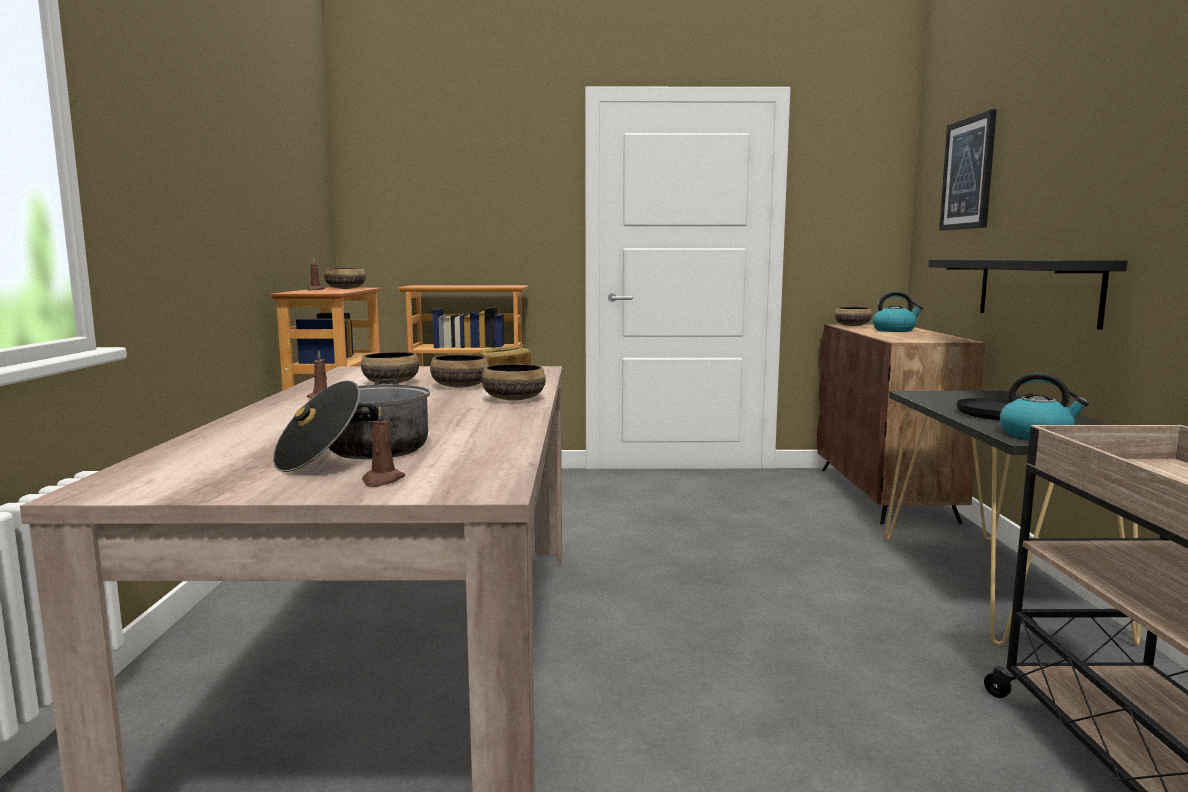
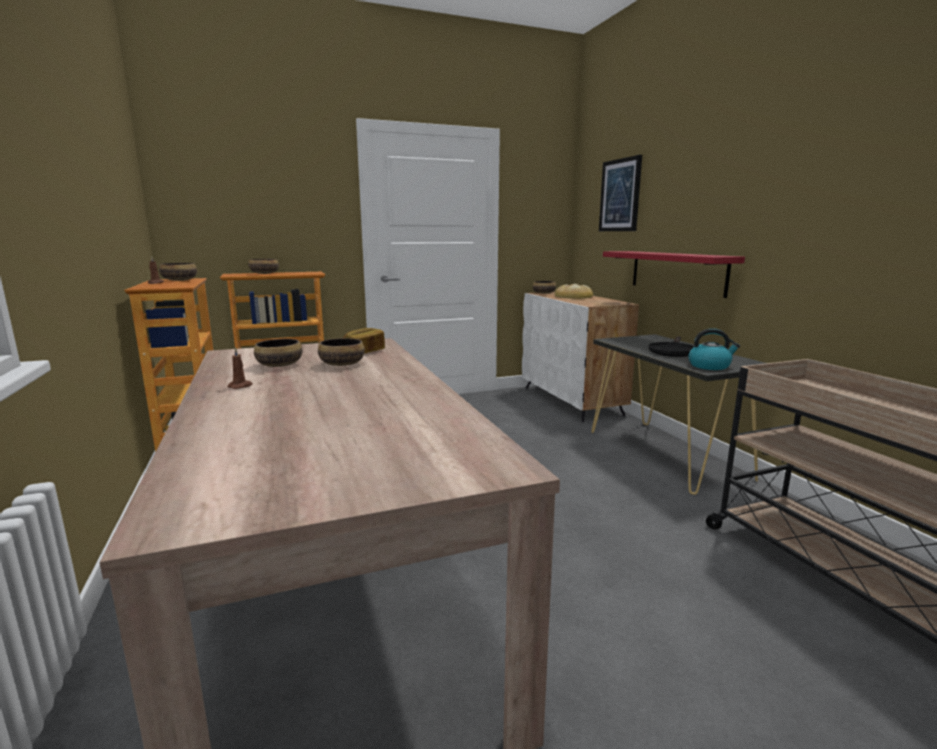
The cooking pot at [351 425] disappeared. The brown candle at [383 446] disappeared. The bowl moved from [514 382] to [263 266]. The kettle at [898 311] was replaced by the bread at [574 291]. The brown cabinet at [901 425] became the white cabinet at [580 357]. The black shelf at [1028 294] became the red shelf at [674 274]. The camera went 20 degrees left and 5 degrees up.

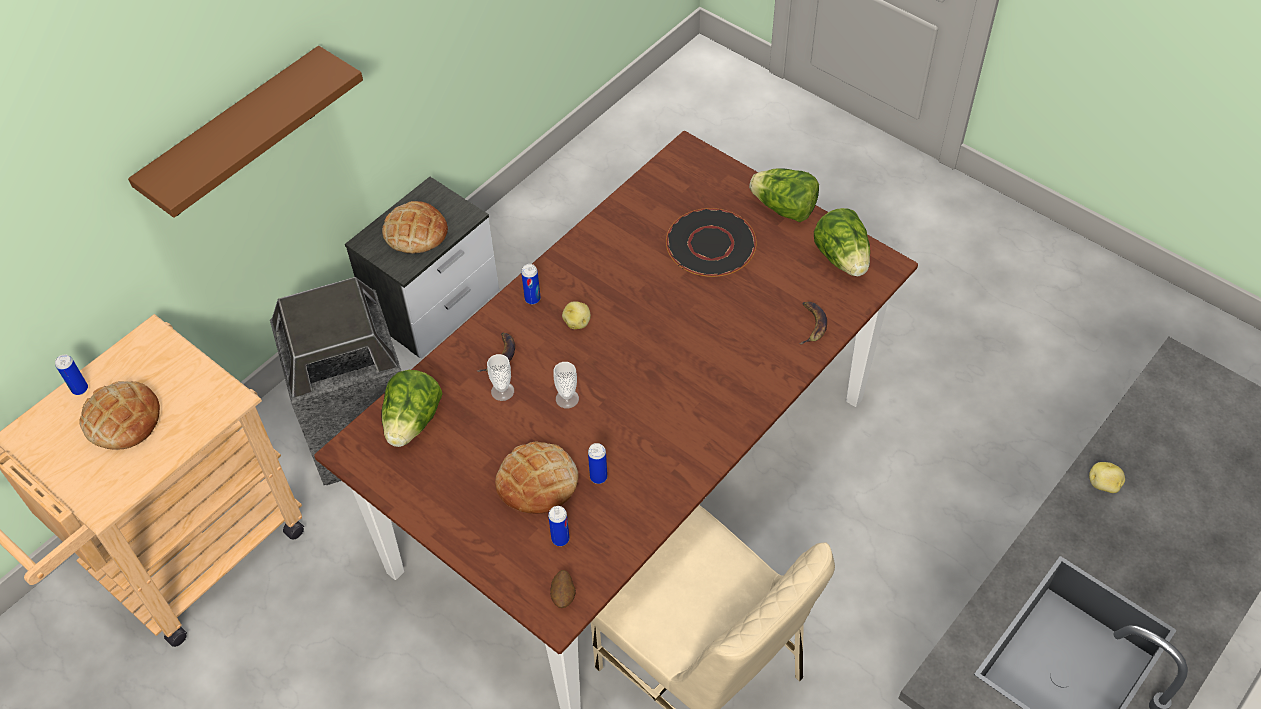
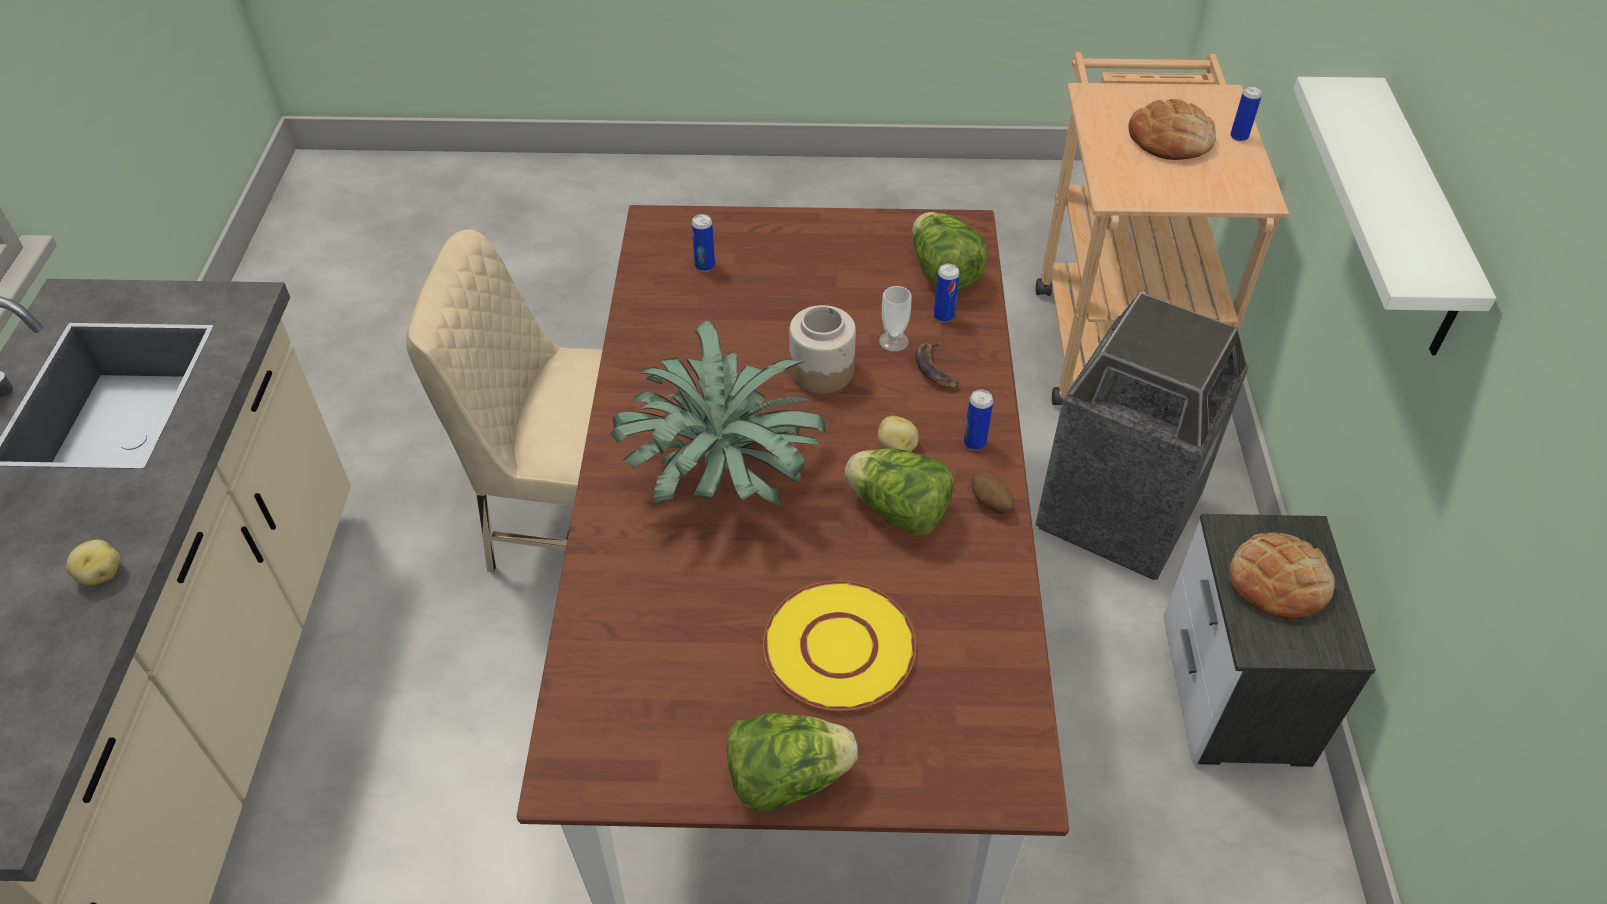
The bread at [536 478] disappeared. The banana at [813 323] disappeared. The potted plant at [718 413] appeared. The potato moved from [563 589] to [992 493]. The can moved from [597 463] to [947 293]. The lettuce moved from [842 242] to [899 492]. The cup at [566 385] was replaced by the jar at [822 349]. The brown shelf at [245 132] became the white shelf at [1394 216]. The black plate at [711 242] became the yellow plate at [839 646]. The camera went 140 degrees right and 5 degrees down.

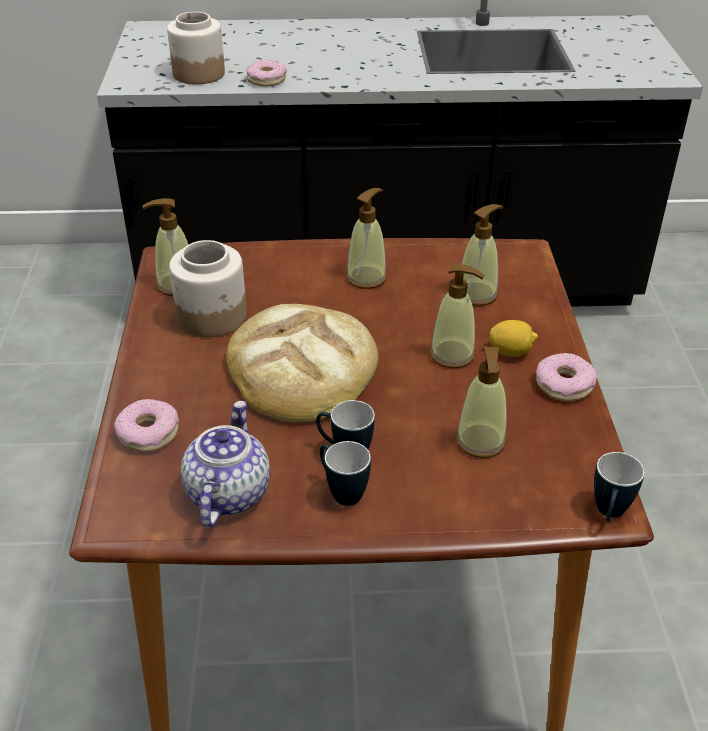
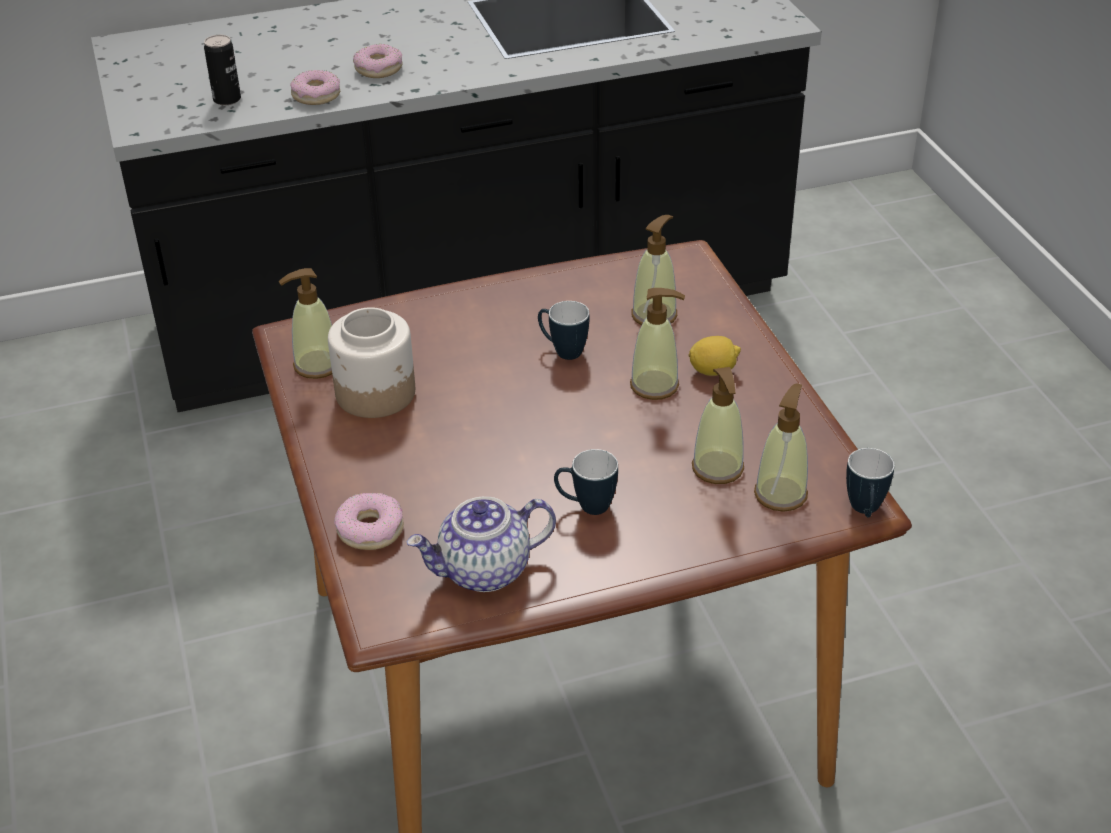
The bread at [302 363] disappeared. The mug moved from [345 473] to [563 330]. The soap dispenser moved from [366 238] to [781 447]. The donut moved from [566 377] to [378 61]. The jar at [196 48] was replaced by the can at [222 70]. The teapot at [225 464] turned 105 degrees counterclockwise. The camera went 15 degrees left and 0 degrees up.

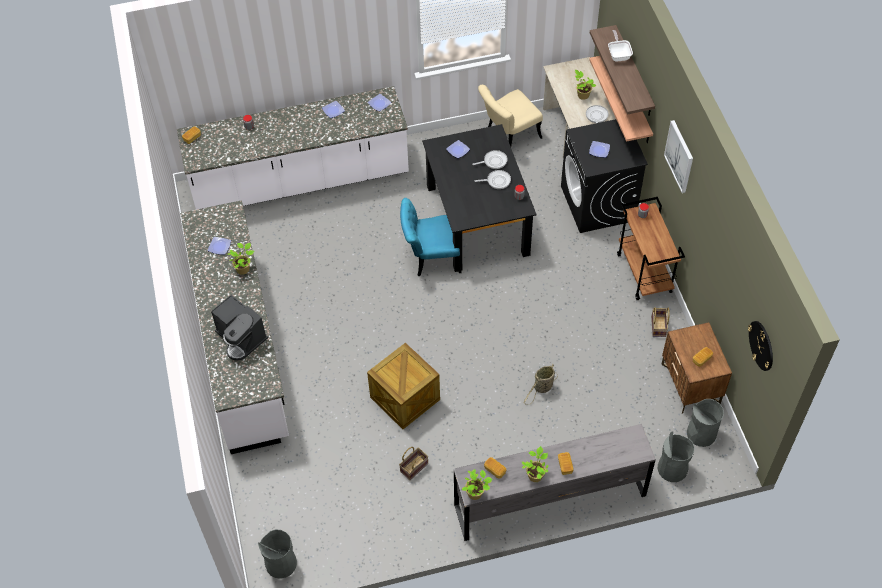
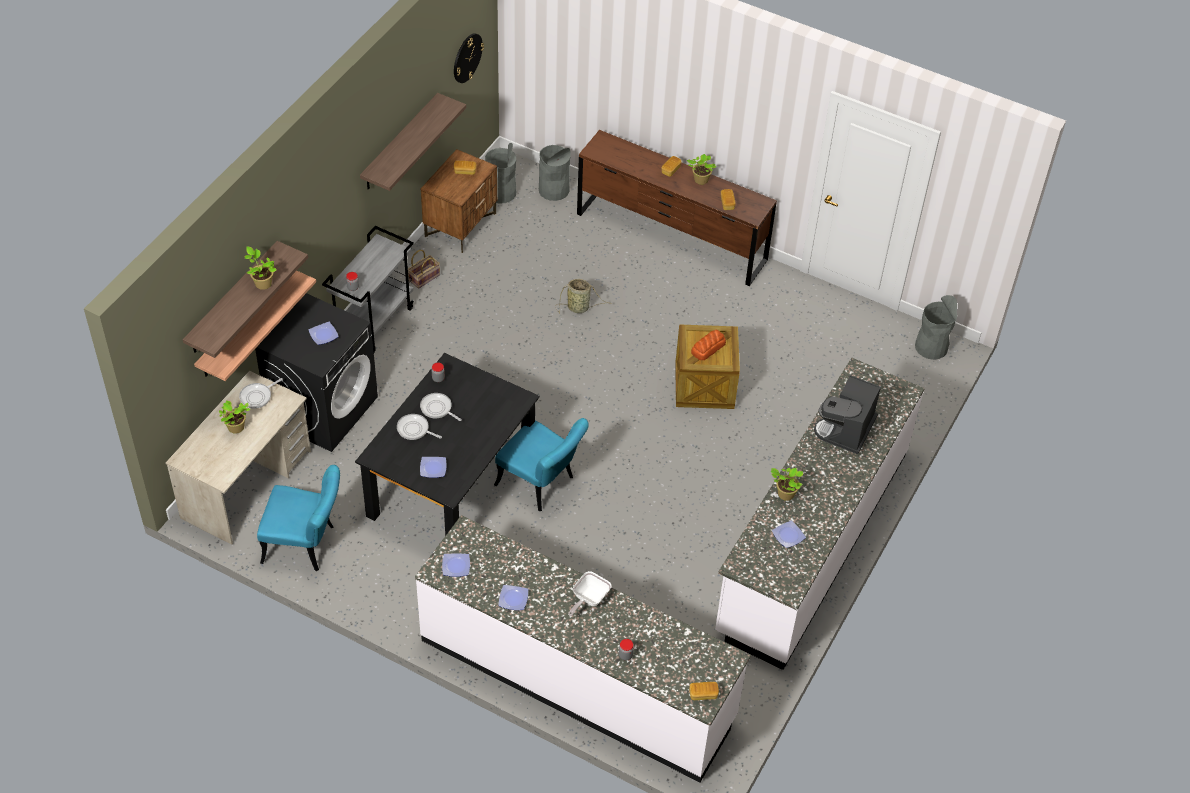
The basket at [413 463] disappeared. The picture at [678 156] disappeared. The shelf at [413 142] appeared. The bread at [708 345] appeared. The potted plant moved from [477 484] to [260 268]. The frying pan moved from [620 46] to [589 593]. The grey dresser at [555 482] became the brown dresser at [677 208]. The beige chair at [510 115] became the turquoise chair at [298 518]. The brown cart at [651 248] became the grey cart at [368 289]. The coffee machine at [239 328] turned 150 degrees counterclockwise. The camera went 140 degrees left and 5 degrees down.

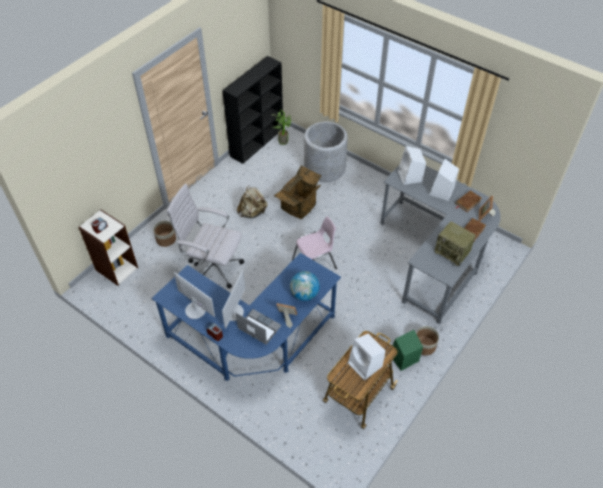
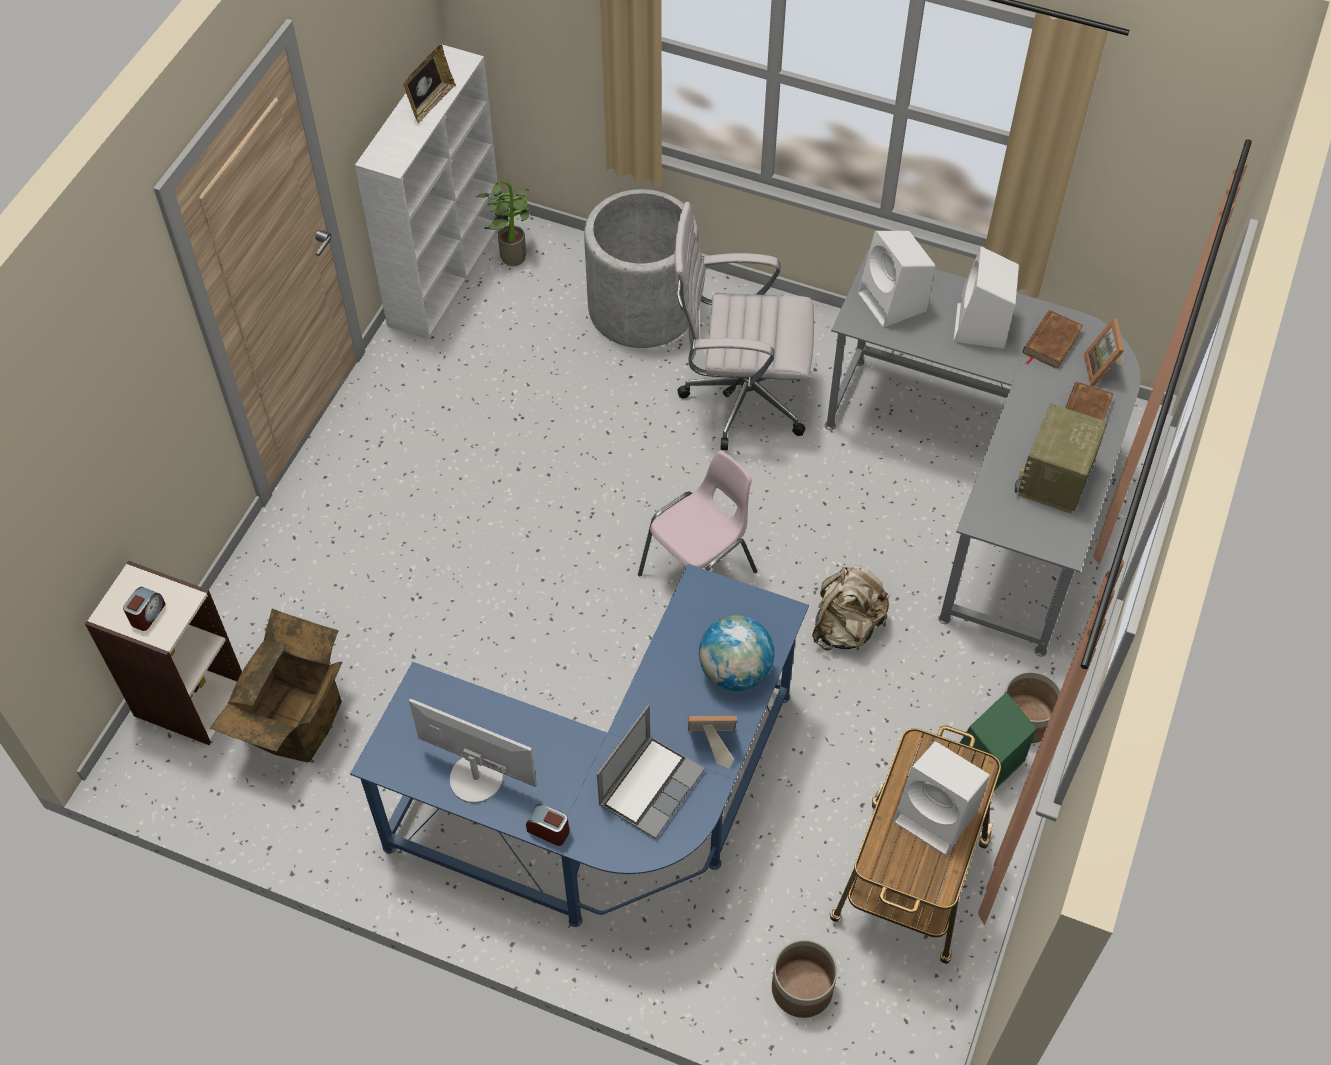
The monitor at [233 299] disappeared. The picture frame at [429 84] appeared. The planter moved from [164 234] to [804 979]. The white office chair moved from [205 236] to [744 326]. The beige backpack moved from [252 202] to [851 608]. The cardboard box moved from [298 192] to [276 686]. The black bookcase at [252 110] became the white bookcase at [427 192]. The laptop at [259 327] turned 105 degrees clockwise. The radio at [455 243] turned 90 degrees clockwise. The camera went 15 degrees left and 5 degrees up.

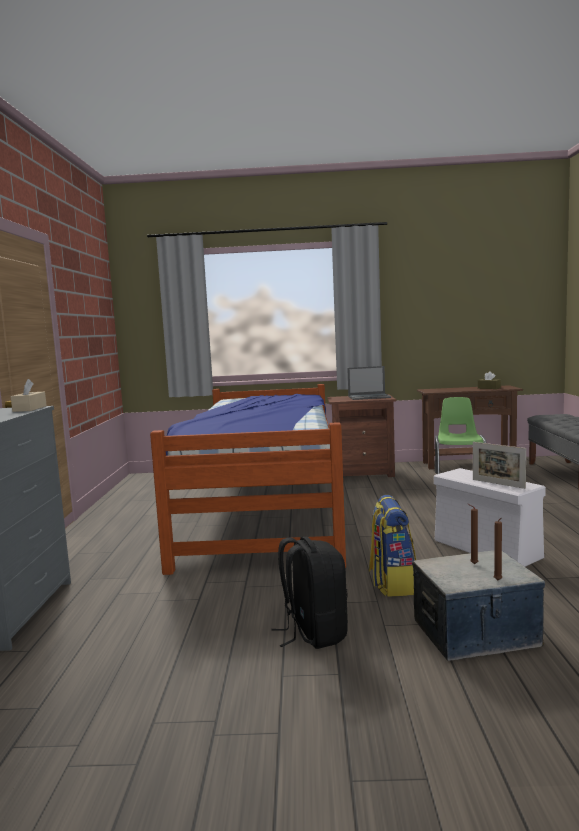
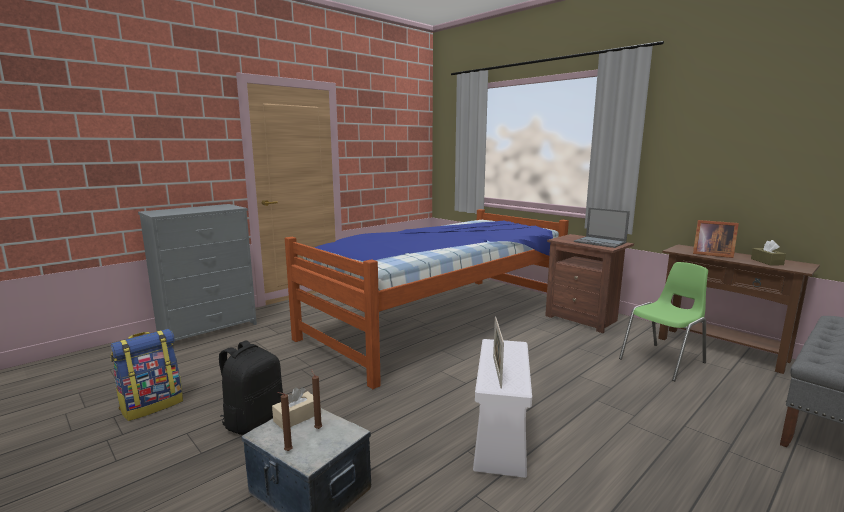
The picture frame at [716 239] appeared. The beige tissue box moved from [29 395] to [293 408]. The backpack moved from [392 546] to [146 375]. The camera went 45 degrees right and 5 degrees up.

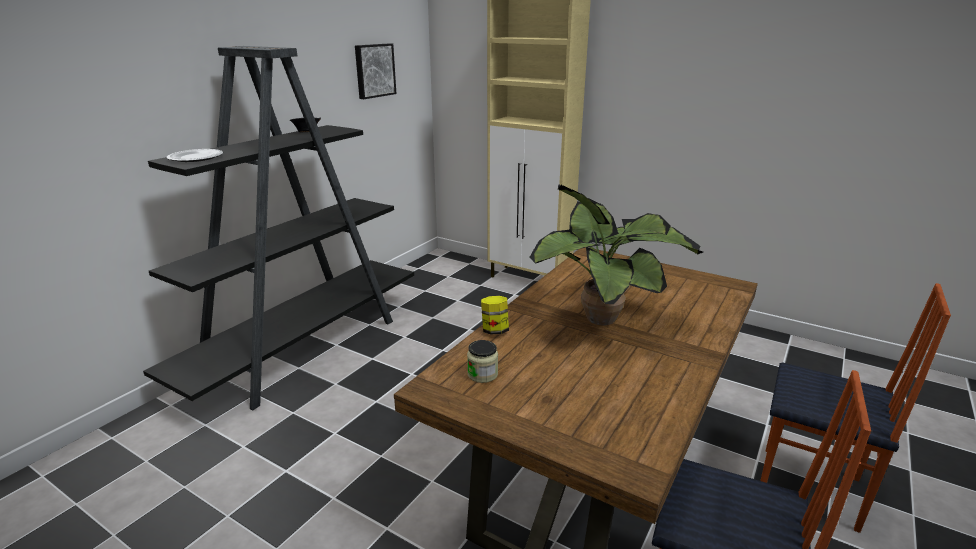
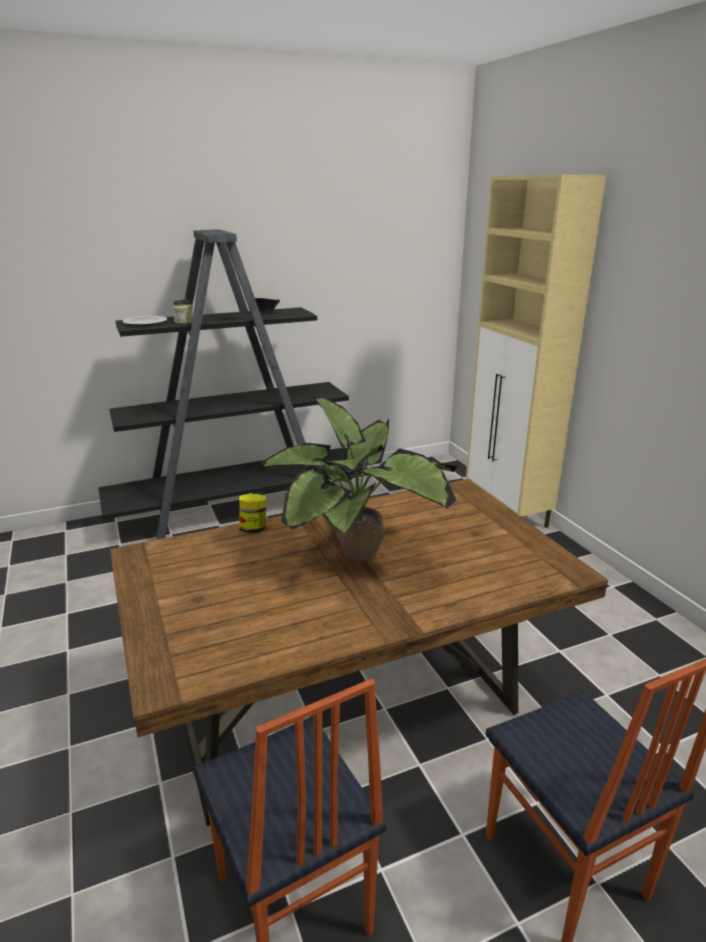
The picture at [375 71] disappeared. The jar moved from [482 361] to [183 312]. The camera went 35 degrees right and 0 degrees up.

